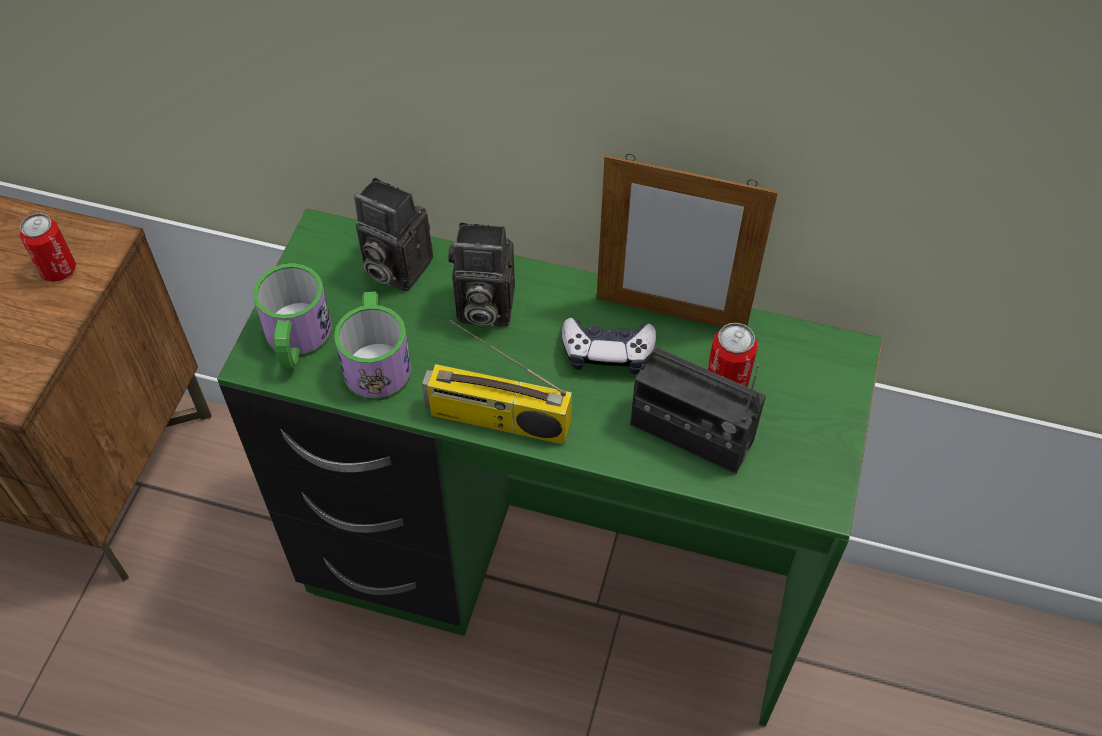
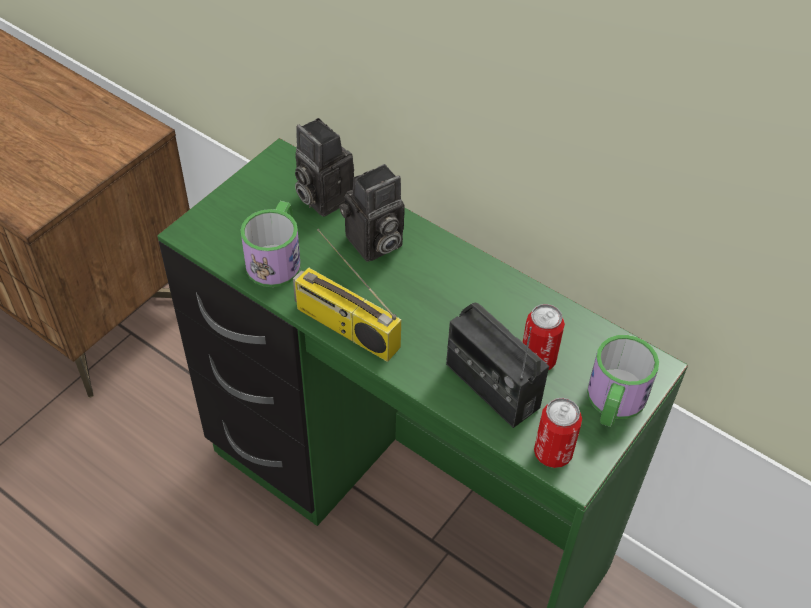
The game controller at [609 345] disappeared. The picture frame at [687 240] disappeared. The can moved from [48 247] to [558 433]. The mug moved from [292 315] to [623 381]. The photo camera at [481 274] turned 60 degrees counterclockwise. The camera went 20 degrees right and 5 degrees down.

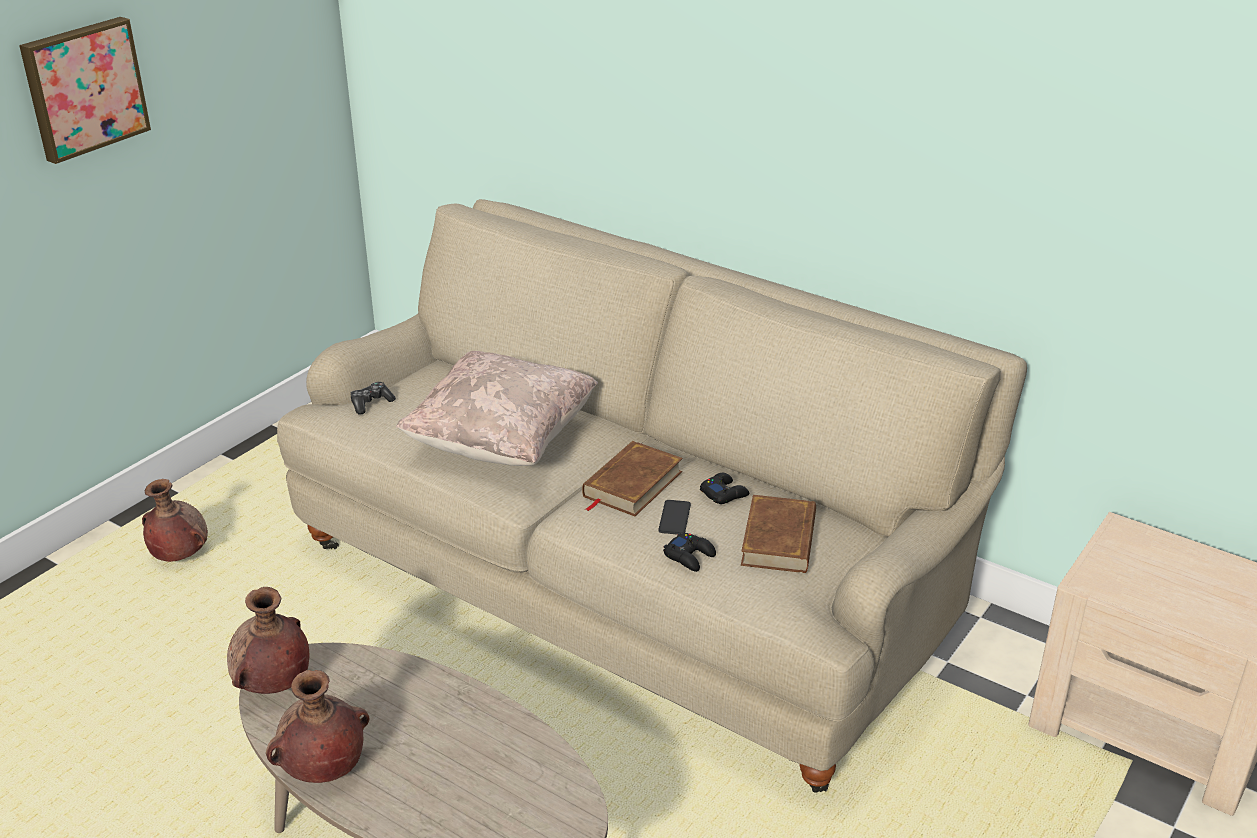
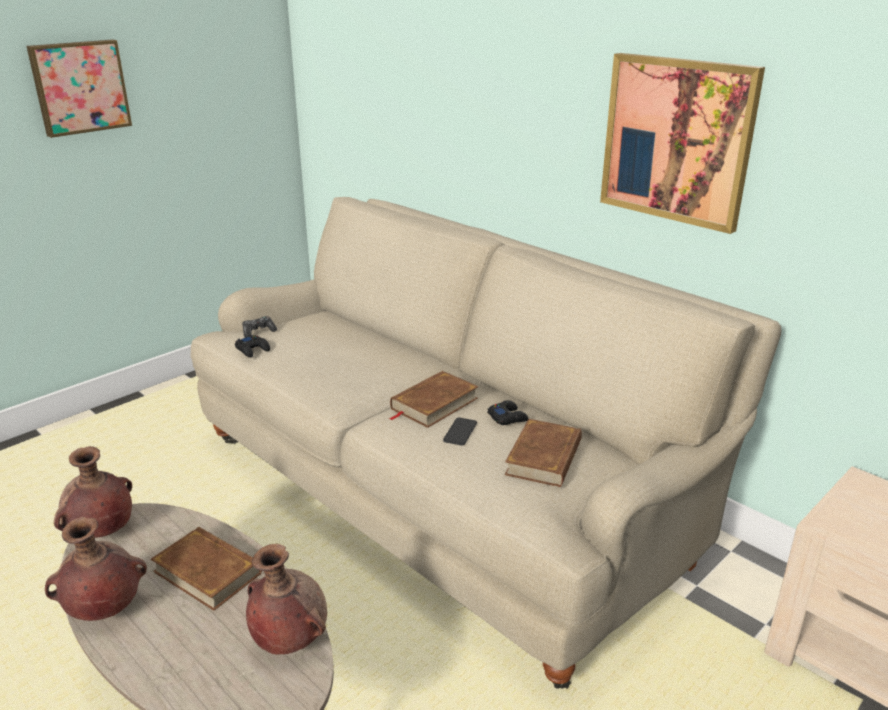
The beige pillow at [497 408] disappeared. The brown book at [206 569] appeared. The picture at [682 143] appeared. The brown vase moved from [175 520] to [286 599]. The black game controller moved from [689 552] to [252 347]. The camera went 10 degrees right and 5 degrees down.

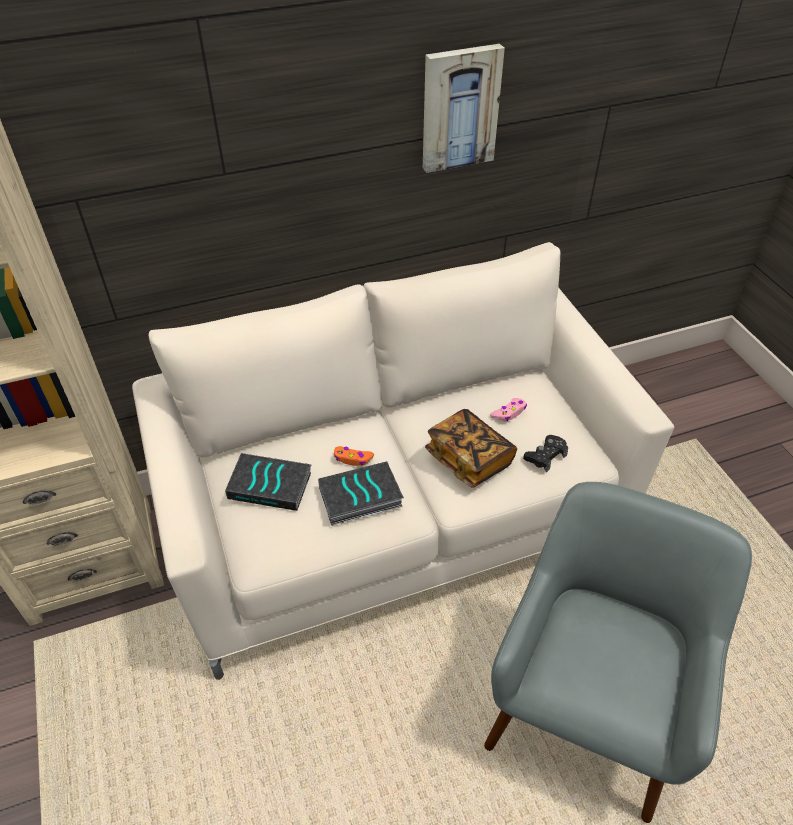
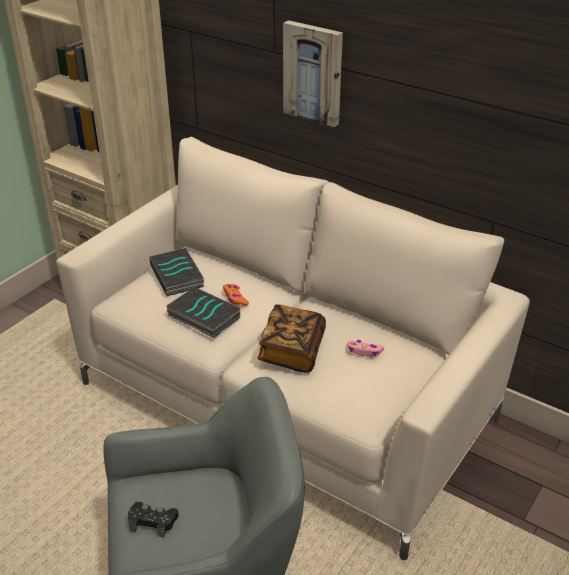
The picture moved from [464 108] to [313 73]. The black game controller moved from [545 453] to [153 519]. The camera went 55 degrees right and 10 degrees down.

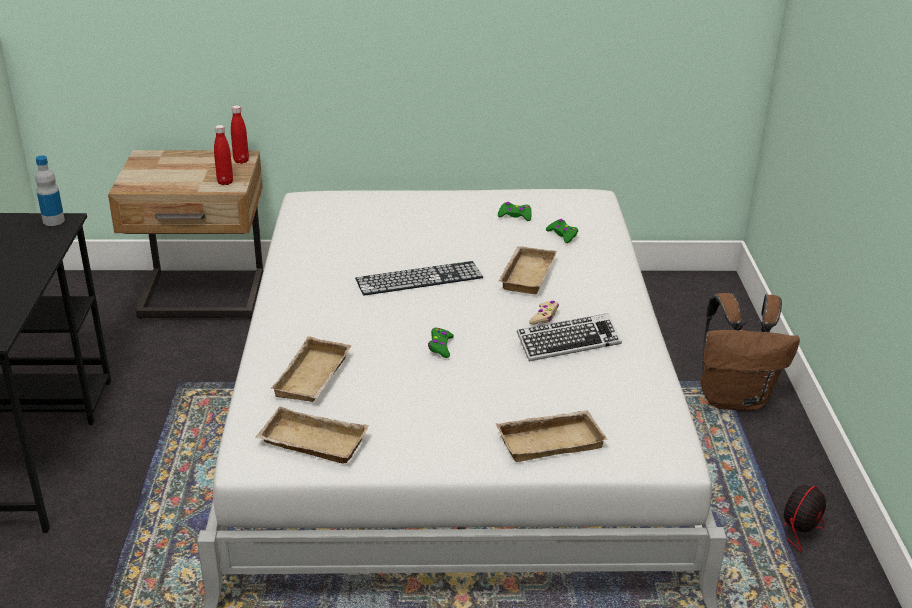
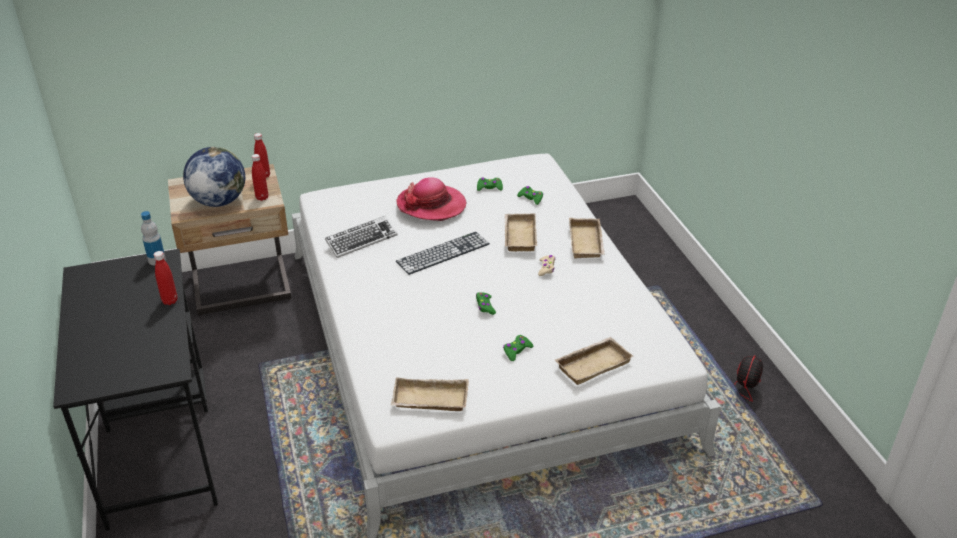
The brown backpack at [750 351] disappeared. The red bottle at [165 278] appeared. The globe at [214 177] appeared. The hat at [431 199] appeared. The green game controller at [518 348] appeared. The beige tray moved from [311 369] to [587 238]. The keyboard moved from [569 337] to [361 237]. The camera went 15 degrees left and 5 degrees up.

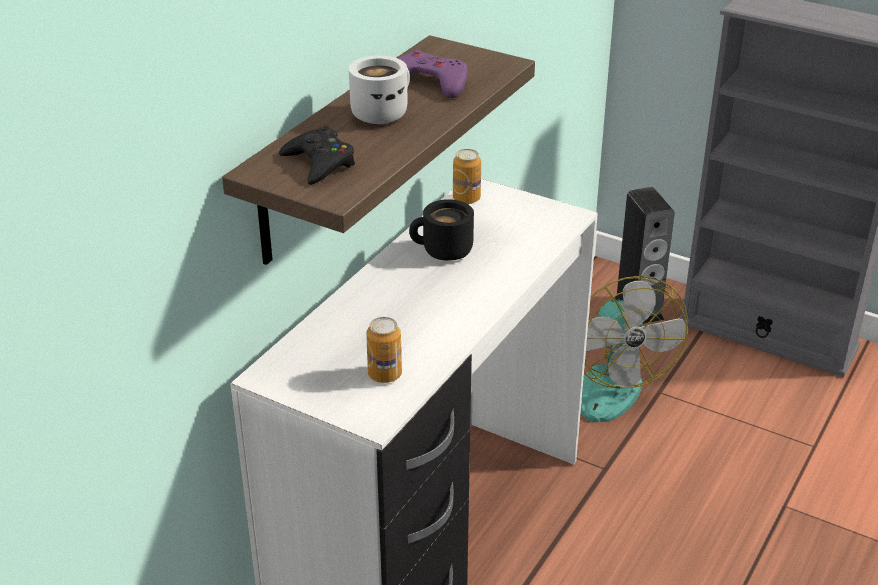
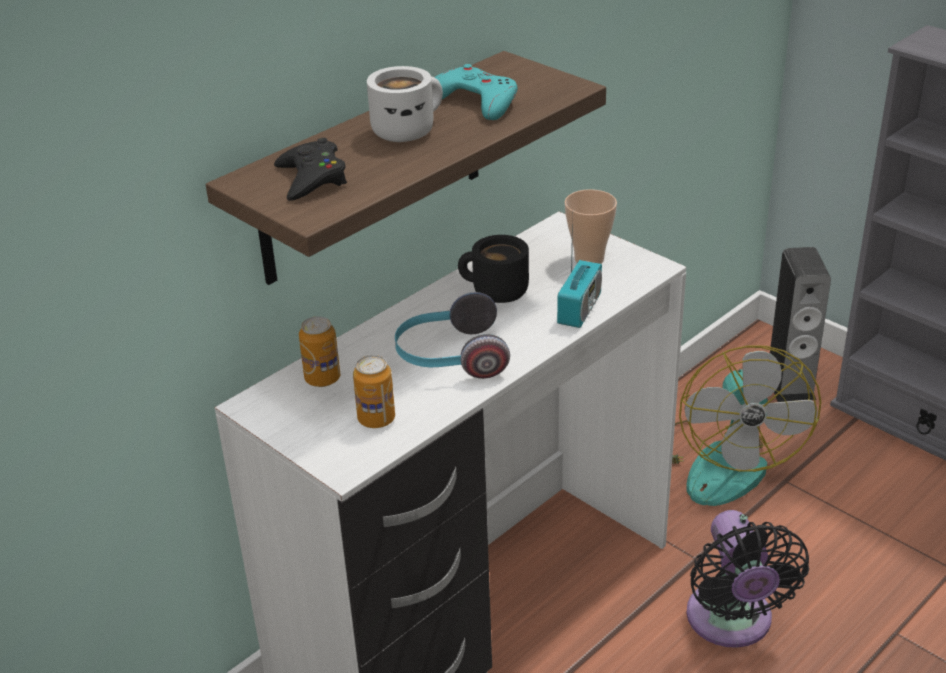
The headphones at [452 335] appeared. The radio at [579 269] appeared. The cup at [590 226] appeared. The black fan at [747 579] appeared. The can moved from [467 176] to [319 351]. The purple game controller at [433 74] became the turquoise game controller at [476 92]. The camera went 15 degrees right and 0 degrees up.

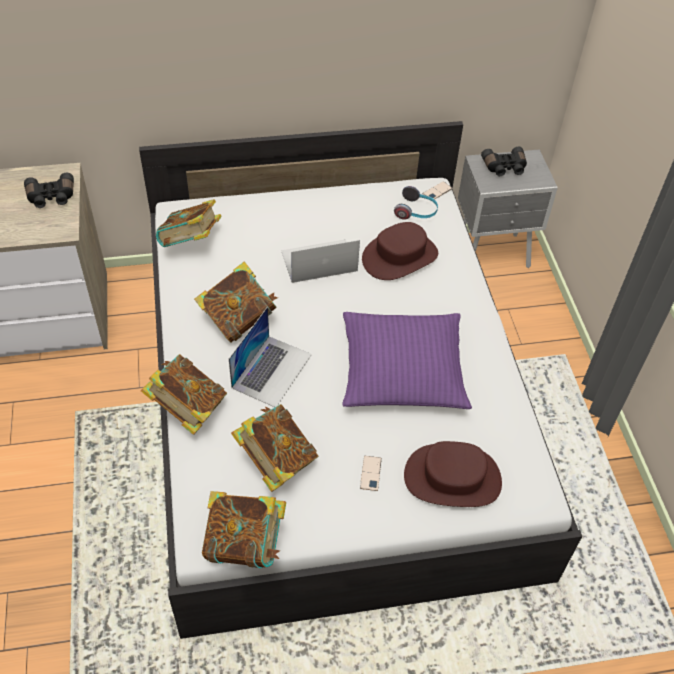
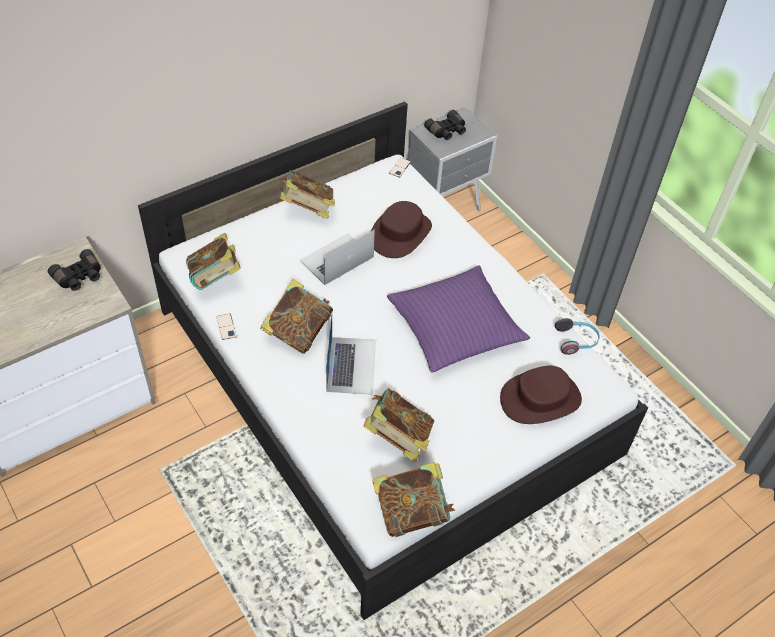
The book moved from [184 394] to [307 194]. The phone moved from [371 473] to [226 327]. The headphones moved from [416 203] to [577 336]. The camera went 25 degrees left and 0 degrees up.

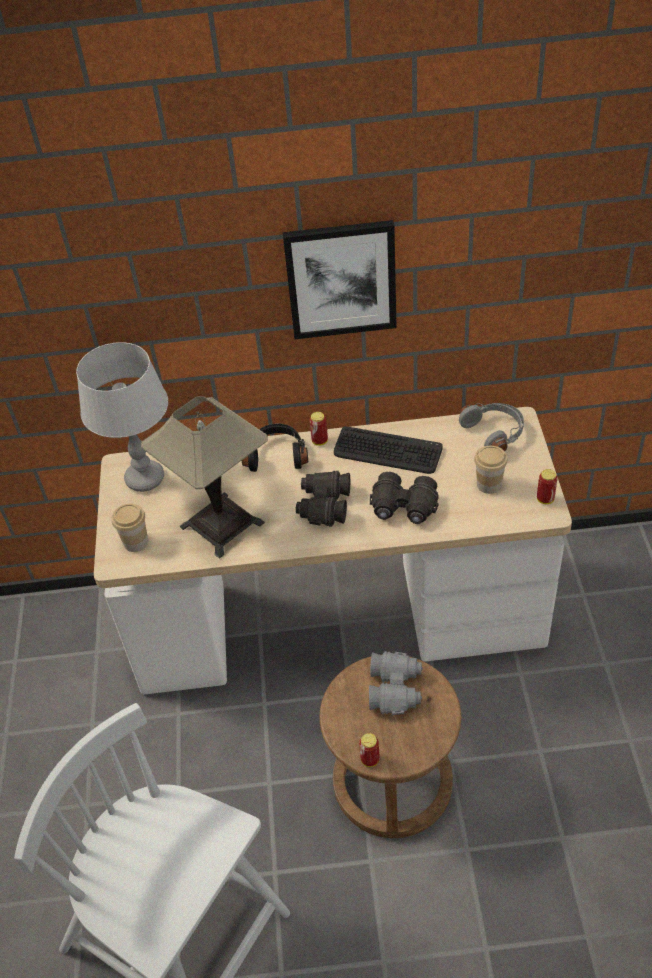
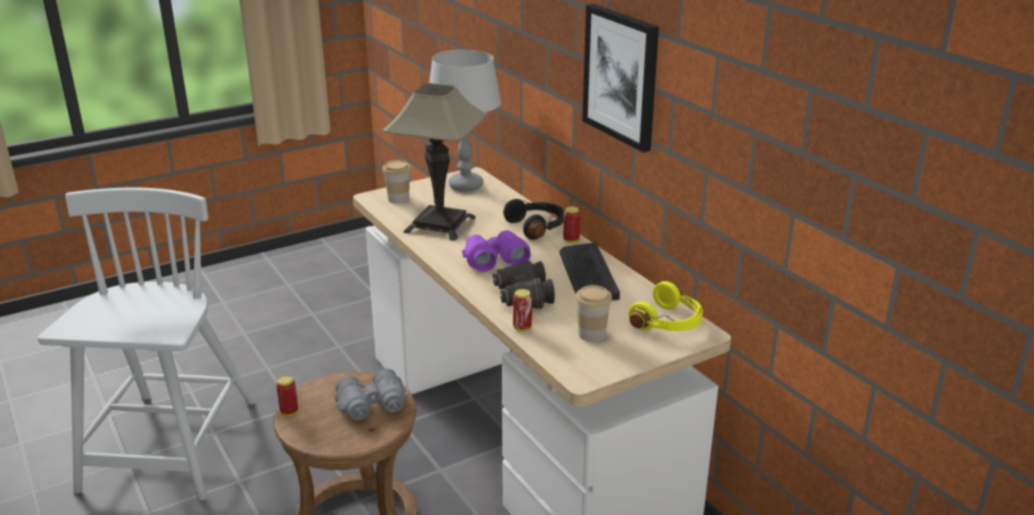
The can moved from [547 486] to [522 310]. The black binoculars at [323 499] became the purple binoculars at [496 251]. The grey headphones at [491 427] became the yellow headphones at [665 306]. The camera went 60 degrees right and 20 degrees down.

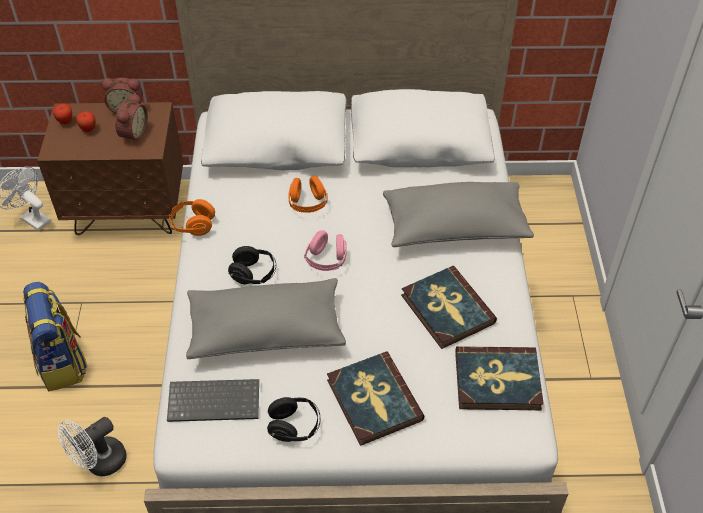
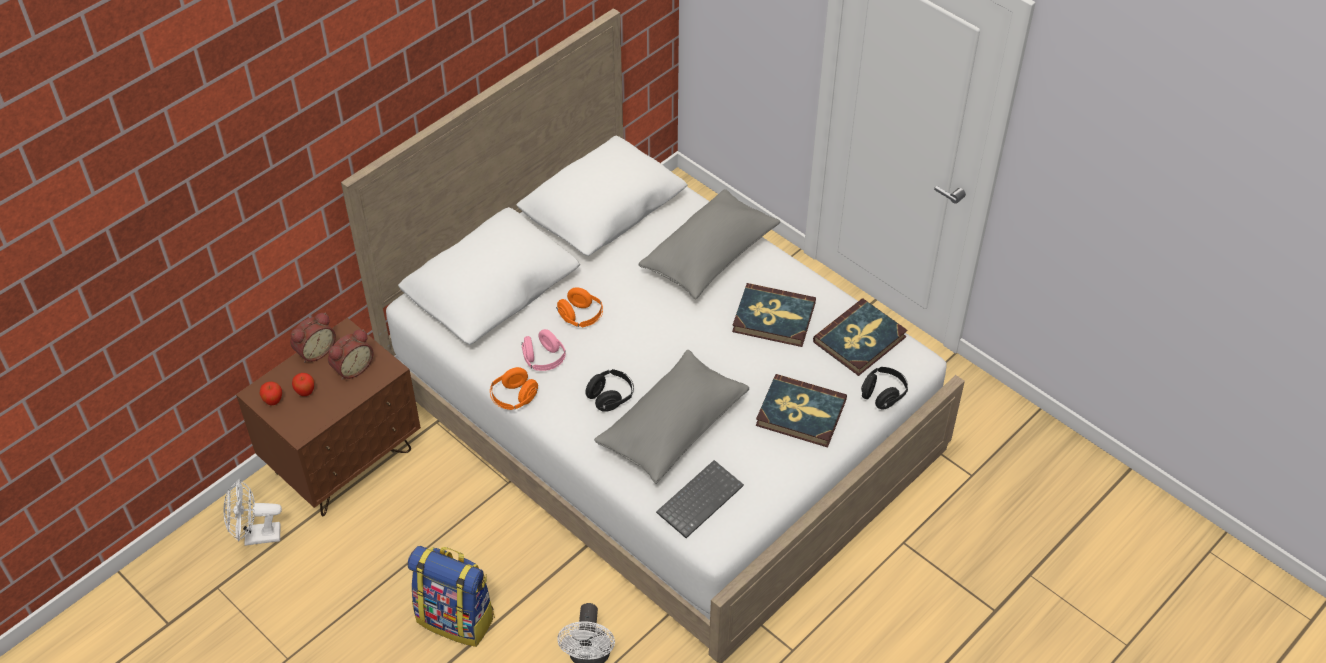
The black headphones moved from [293 419] to [884 388]. The pink headphones moved from [325 250] to [544 350]. The alarm clock at [131 118] turned 75 degrees clockwise. The camera went 45 degrees left and 0 degrees up.

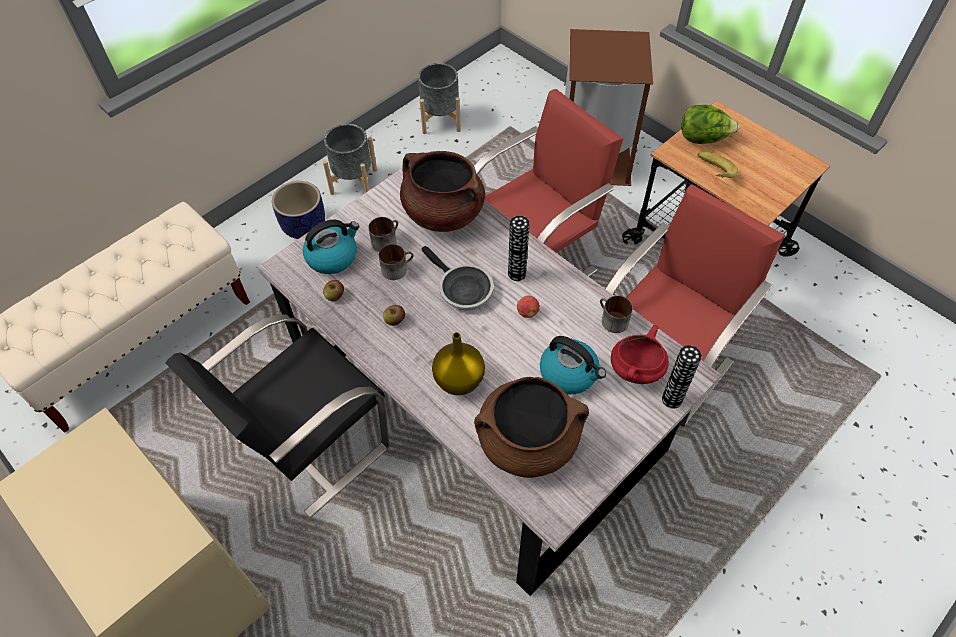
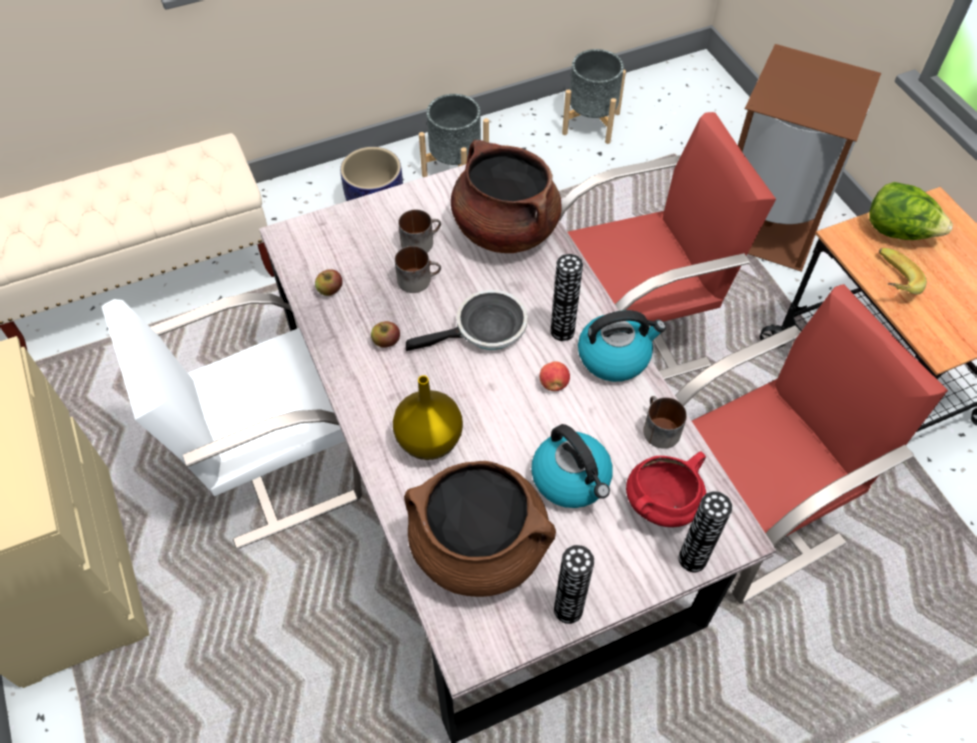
The vase at [574 584] appeared. The kettle moved from [331 247] to [622 346]. The black chair at [277 416] became the white chair at [231 421]. The frying pan at [457 278] turned 90 degrees counterclockwise. The camera went 20 degrees right and 0 degrees up.

